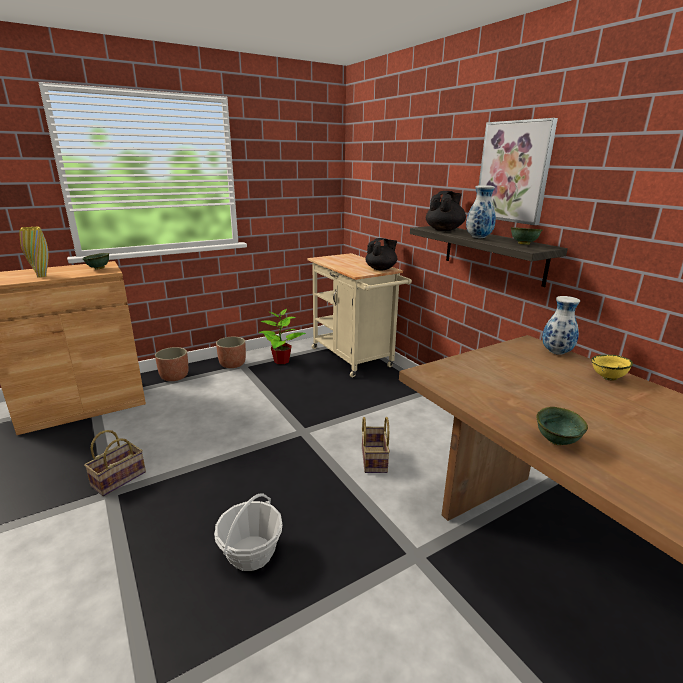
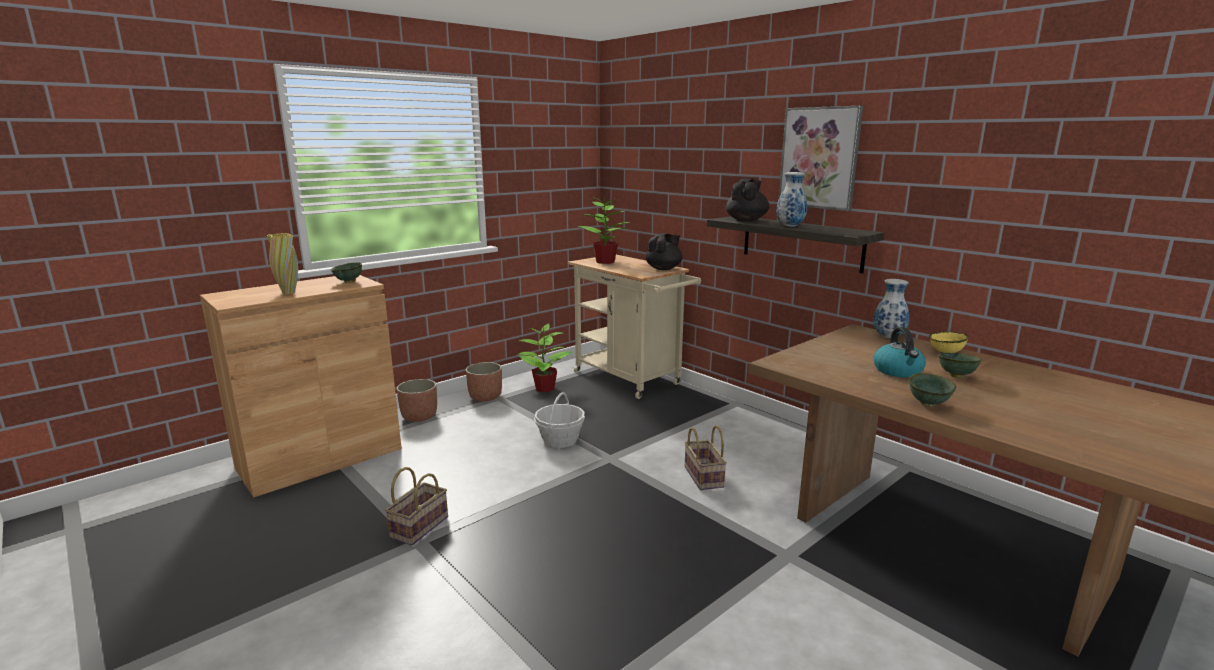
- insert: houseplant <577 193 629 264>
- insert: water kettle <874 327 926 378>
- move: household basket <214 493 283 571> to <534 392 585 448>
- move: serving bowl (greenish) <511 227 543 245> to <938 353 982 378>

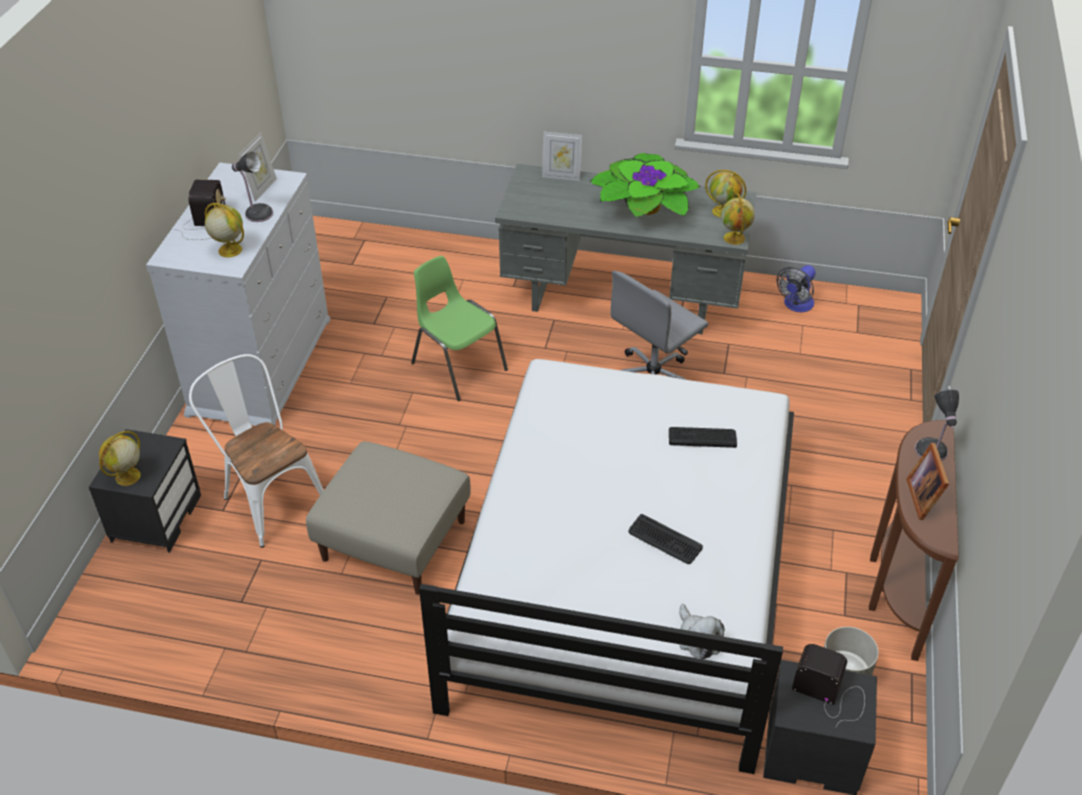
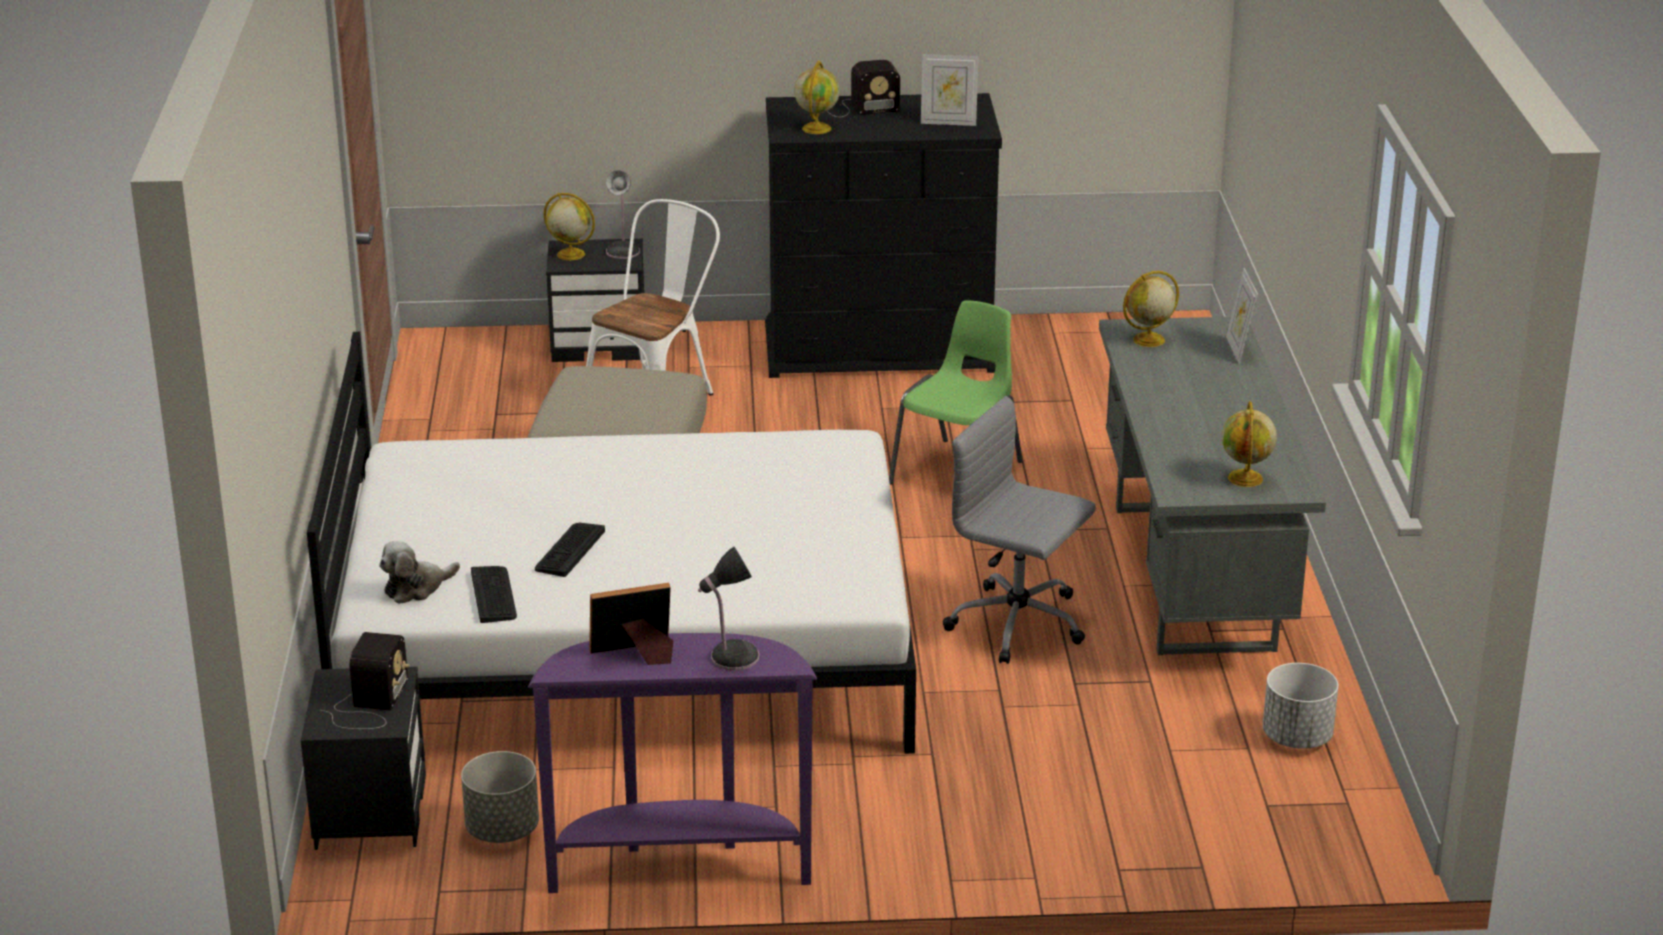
- delete: houseplant <590 153 700 218>
- move: tabletop lamp <232 152 273 222> to <606 170 640 259>
- move: computer keyboard <669 427 737 448> to <471 566 517 623>
- move: desk globe <721 193 755 245> to <1123 271 1179 347>
- replace: cooling fan <776 265 815 312> to flower pot (whitish) <1263 663 1338 749>
- recolor: chest of drawers (whitish) <146 162 331 426> to chest of drawers (blackish) <765 93 1002 378>
- recolor: narrow table (brown-coloured) <869 420 958 661> to narrow table (purplish) <528 633 817 893>

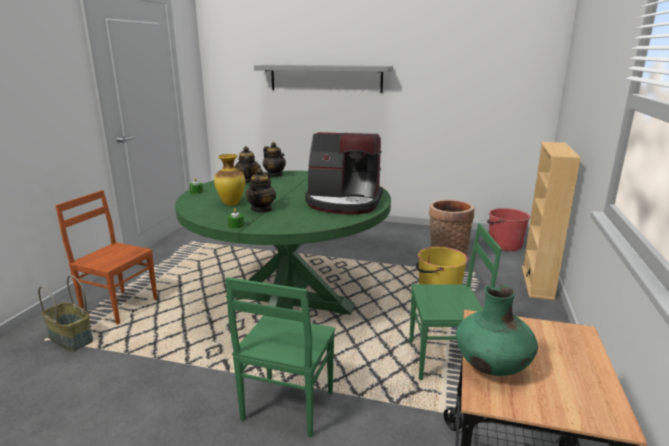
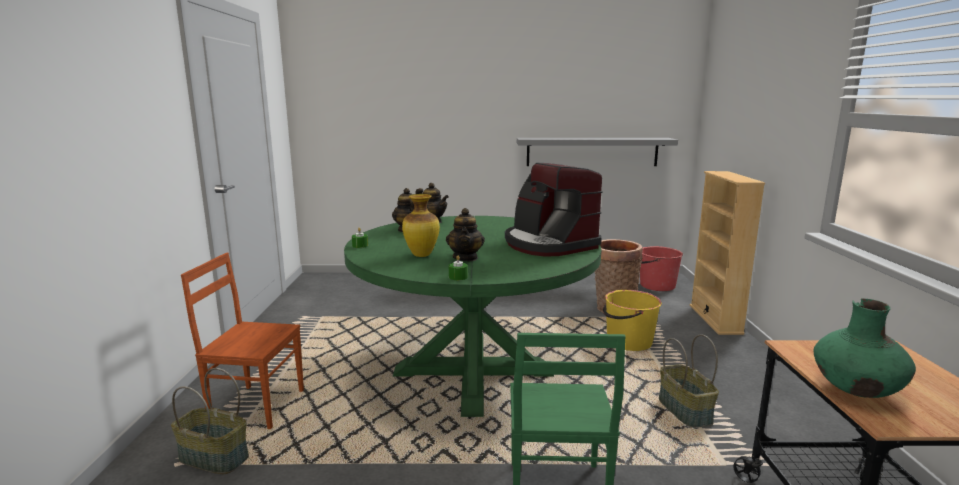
- move: bracket shelf (grey) <254 65 393 93> to <517 138 678 166>
- replace: plain chair (greenish) <410 223 502 380> to household basket <659 334 719 428>
- rotate: coffee brewer <305 132 383 214> = <505 163 603 257> 60 degrees clockwise

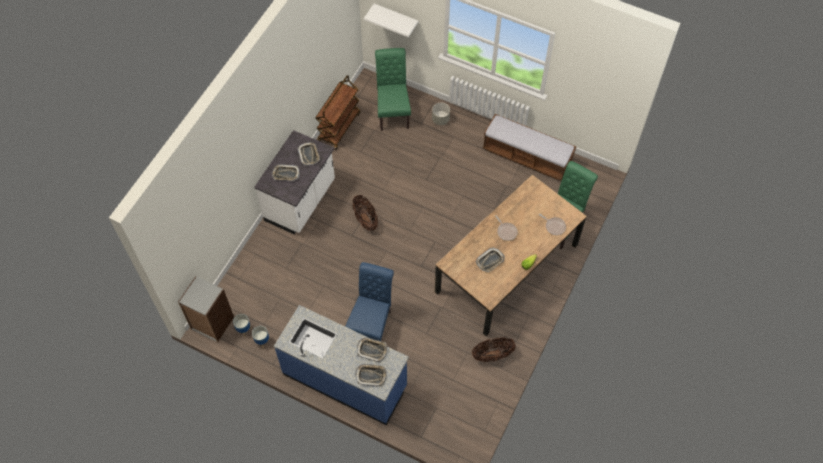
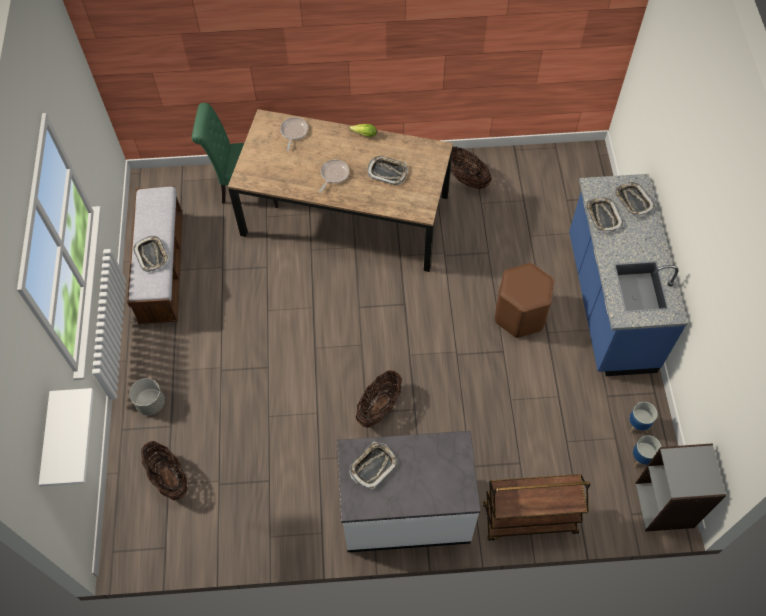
- move: carrying tray <272 164 300 181> to <133 236 169 272>
- move: trolley (brown-coloured) <315 75 360 150> to <483 474 590 541>
- replace: plain chair (bluish) <345 262 394 341> to stool (brown-coloured) <495 263 554 338>
- replace: plain chair (greenish) <375 48 411 131> to household basket <141 441 187 501>

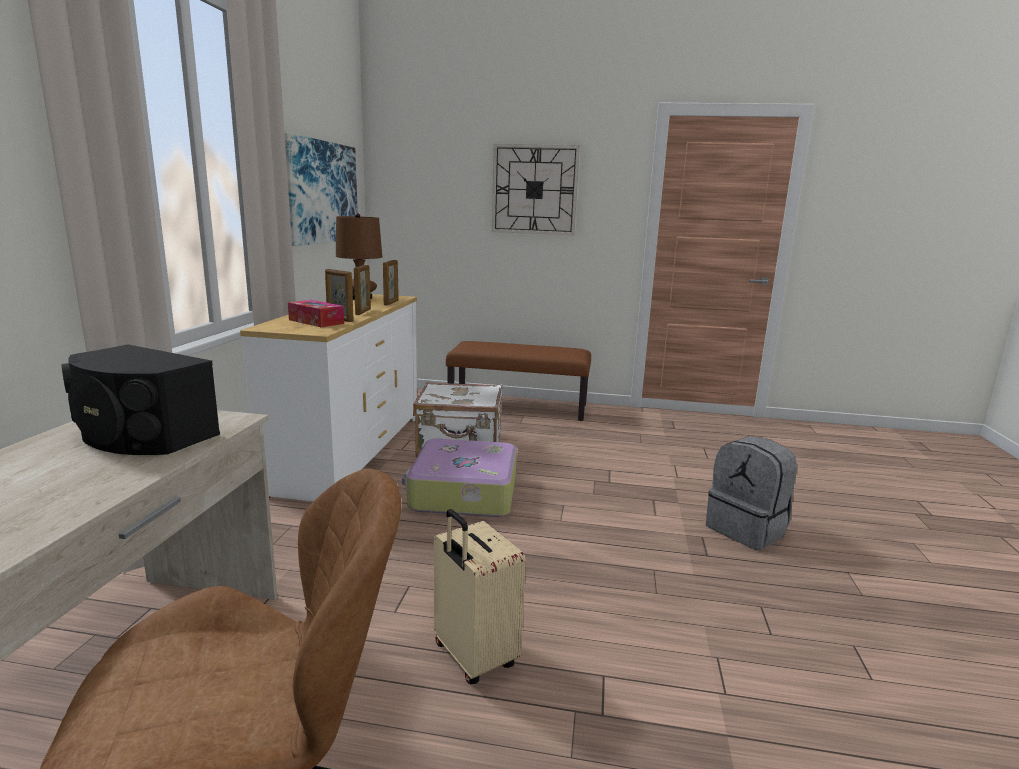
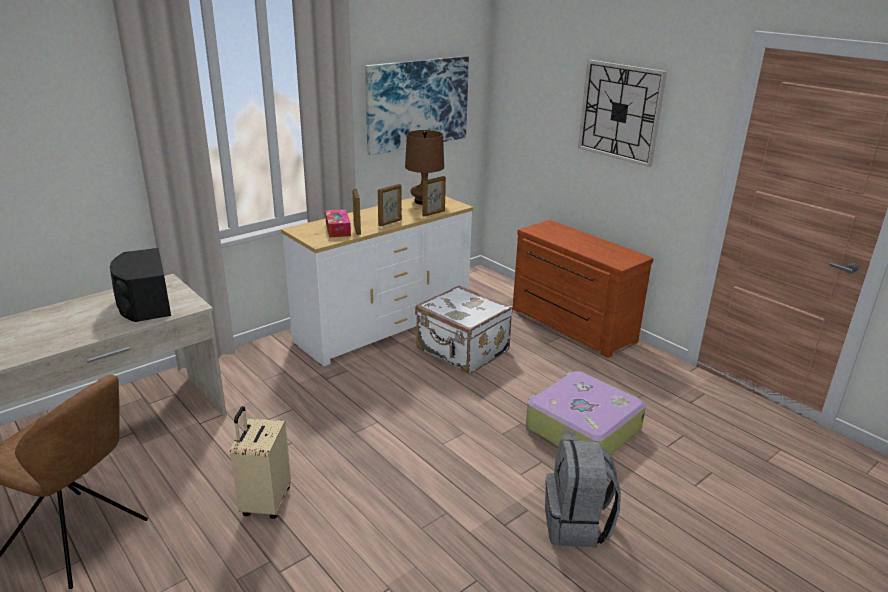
- move: suitcase <402 439 517 517> to <526 371 646 455>
- replace: indoor bench (brown-coloured) <446 341 591 421> to chest of drawers (brown-coloured) <513 220 653 358>

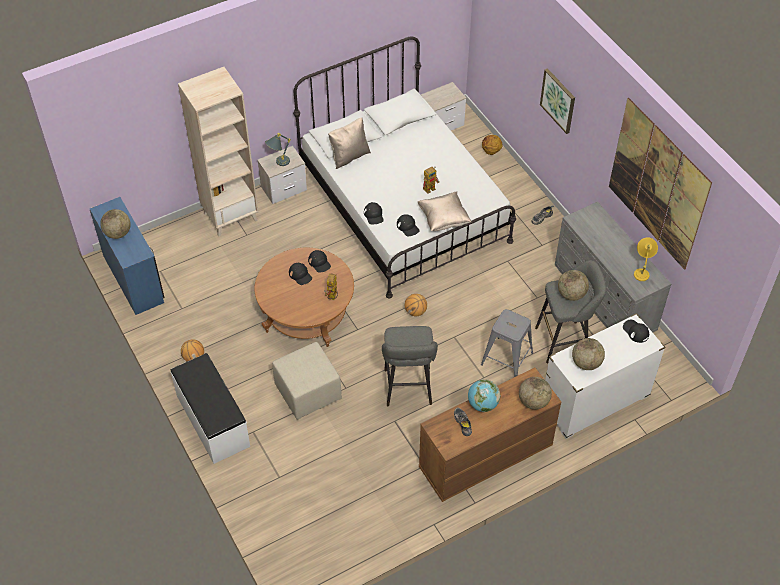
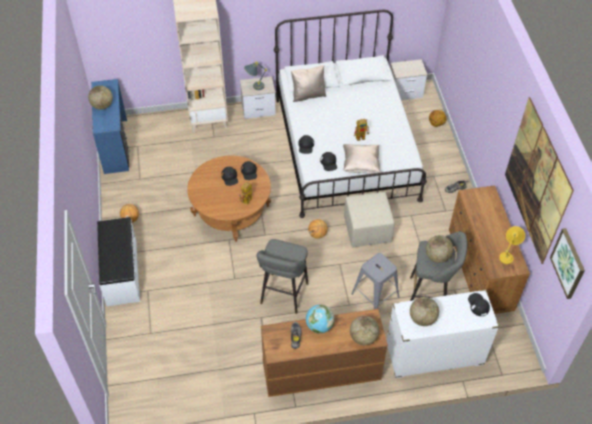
- move: pouffe (beige) <272 342 342 420> to <344 192 395 248>
- move: wall art <540 68 575 134> to <550 228 585 299>
- recolor: chest of drawers (grey) <555 202 671 332> to chest of drawers (brown-coloured) <449 185 530 314>

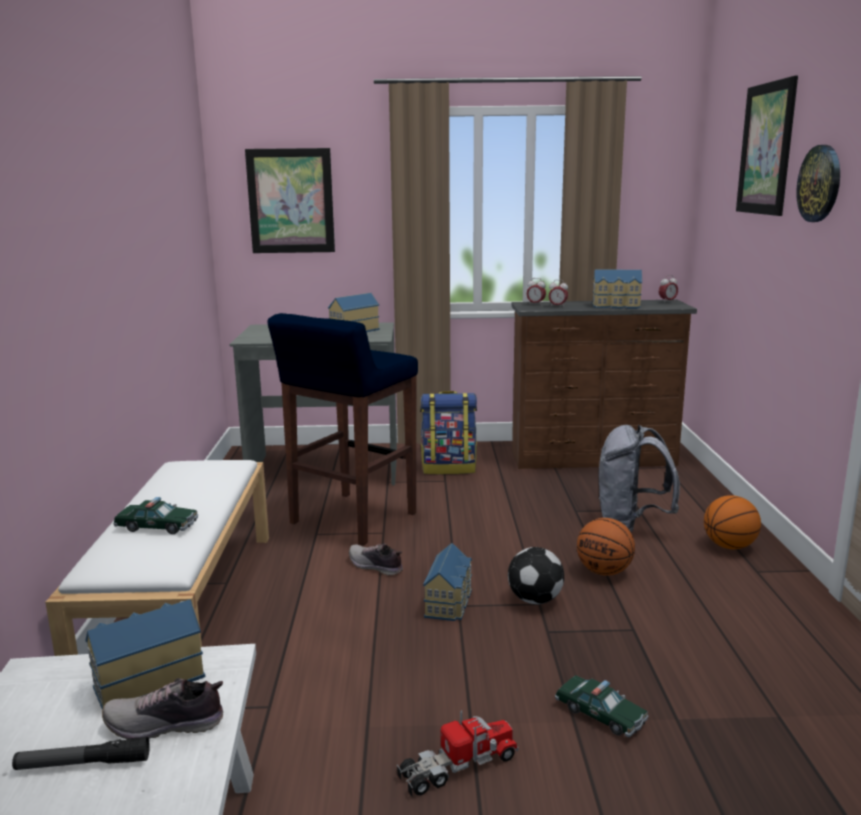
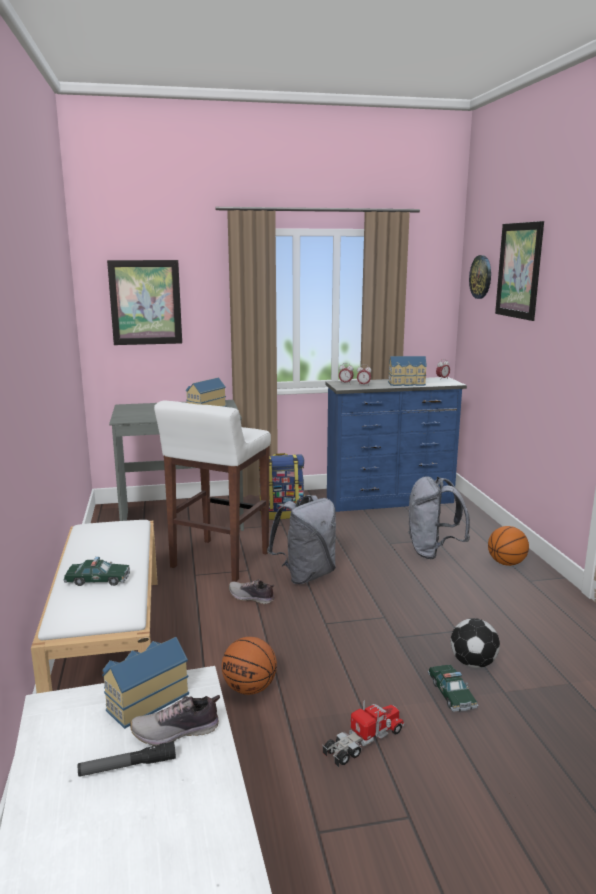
- delete: toy house <423 543 472 621>
- insert: backpack (grey) <267 495 336 584>
- move: football <508 547 564 604> to <450 618 500 668>
- move: basketball ball <577 518 635 576> to <222 637 277 695>
- move: wall clock <796 145 840 222> to <469 255 491 299>
- recolor: stool (bluish) <268 313 418 546> to stool (whitish) <154 400 271 582>
- recolor: chest of drawers (brown-coloured) <511 300 697 469> to chest of drawers (bluish) <325 377 467 512>
- rotate: miniature car <555 675 648 737> = <428 665 478 712> 45 degrees clockwise

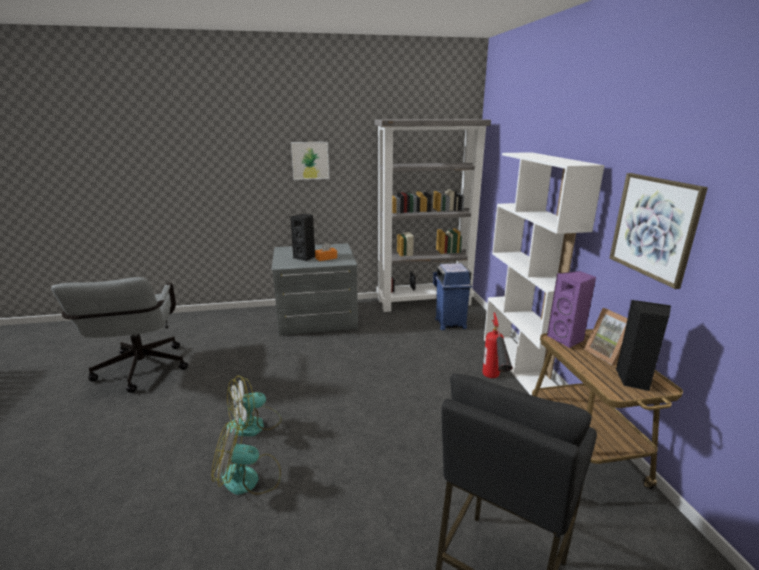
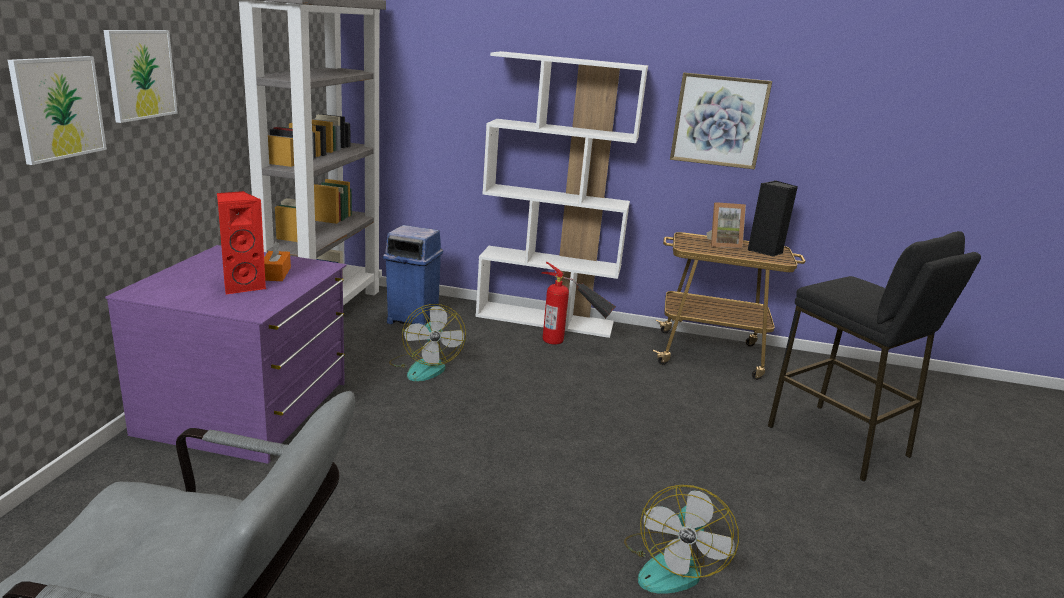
- delete: audio speaker (purplish) <547 271 596 348>
- insert: wall art <8 56 107 165>
- move: cooling fan <227 376 282 436> to <389 304 466 381>
- recolor: chest of drawers (grey) <271 243 358 336> to chest of drawers (purplish) <105 245 346 464>
- recolor: audio speaker (blackish) <290 214 315 261> to audio speaker (reddish) <217 191 266 294>

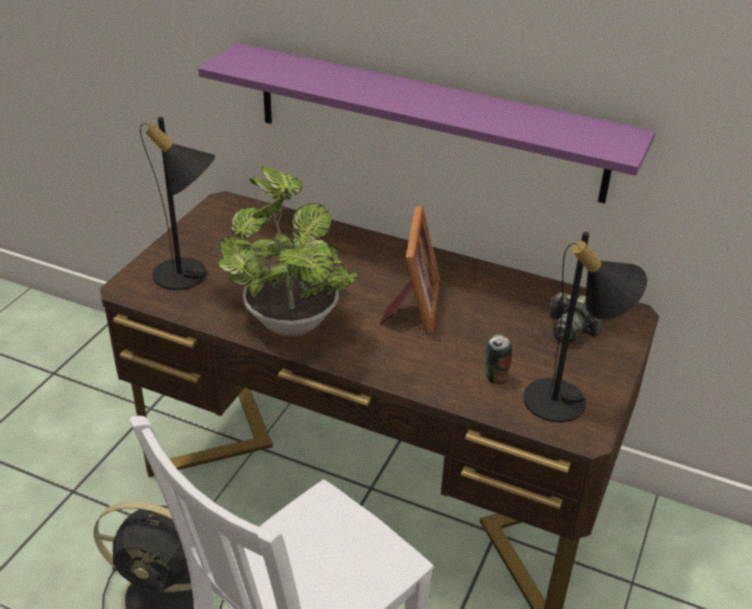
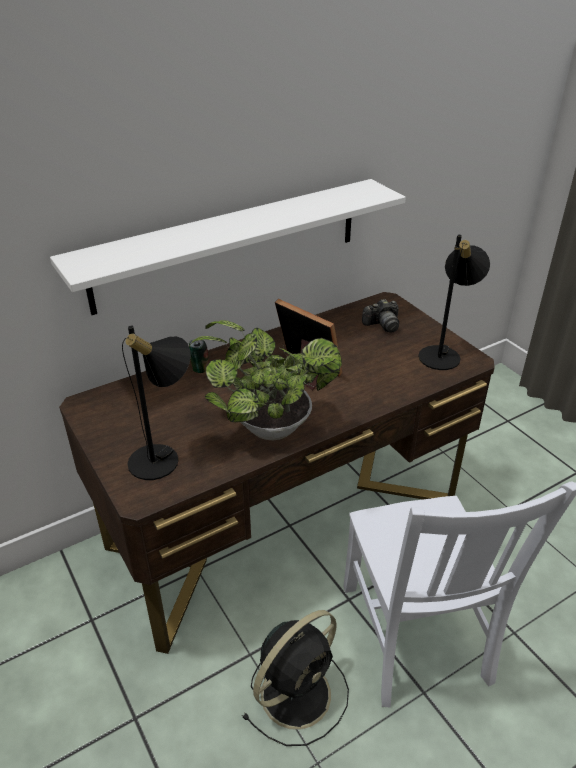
- move: sealed can <486 335 512 384> to <189 340 209 373>
- recolor: bracket shelf (purplish) <198 43 655 204> to bracket shelf (whitish) <50 179 406 315>

